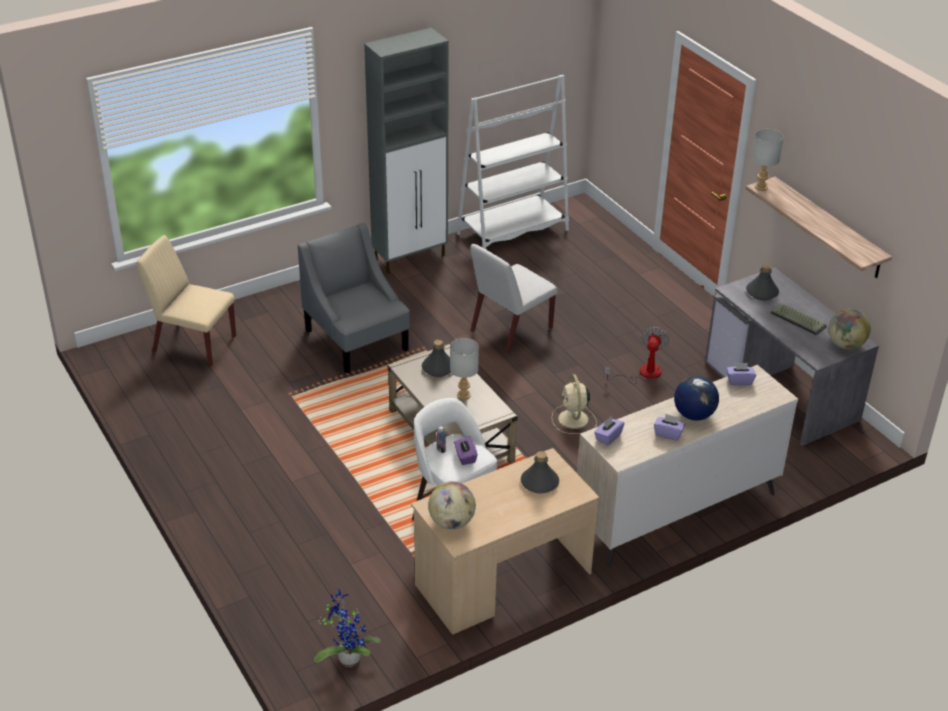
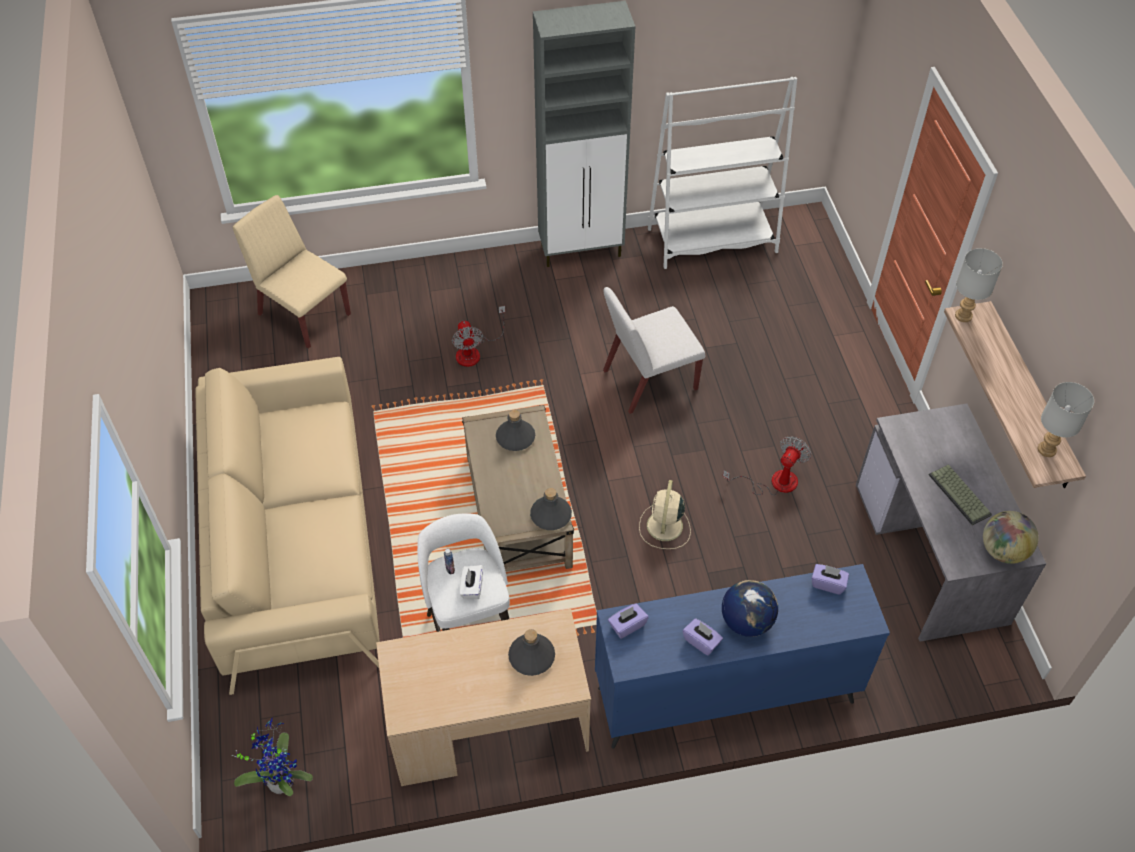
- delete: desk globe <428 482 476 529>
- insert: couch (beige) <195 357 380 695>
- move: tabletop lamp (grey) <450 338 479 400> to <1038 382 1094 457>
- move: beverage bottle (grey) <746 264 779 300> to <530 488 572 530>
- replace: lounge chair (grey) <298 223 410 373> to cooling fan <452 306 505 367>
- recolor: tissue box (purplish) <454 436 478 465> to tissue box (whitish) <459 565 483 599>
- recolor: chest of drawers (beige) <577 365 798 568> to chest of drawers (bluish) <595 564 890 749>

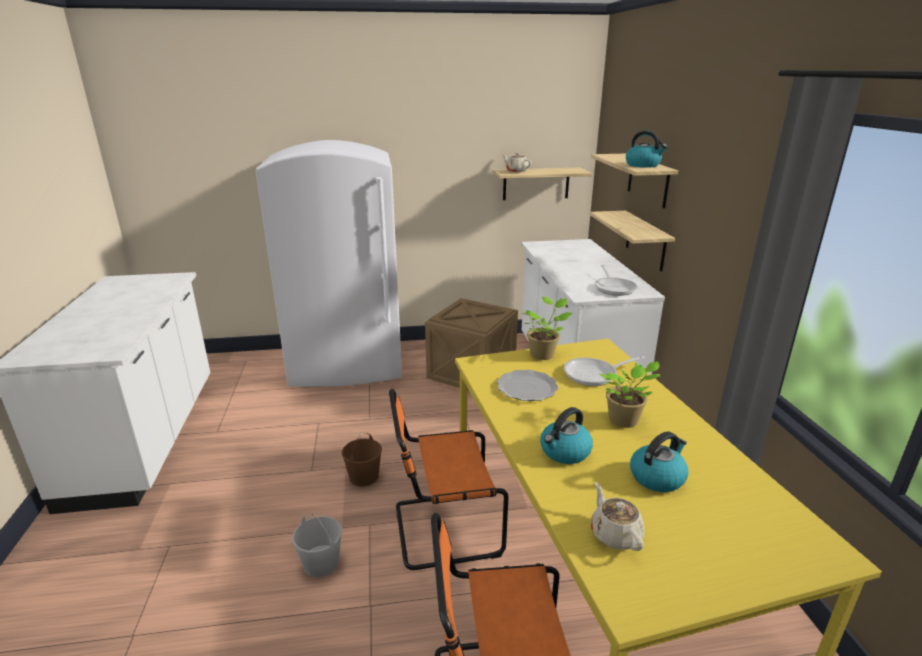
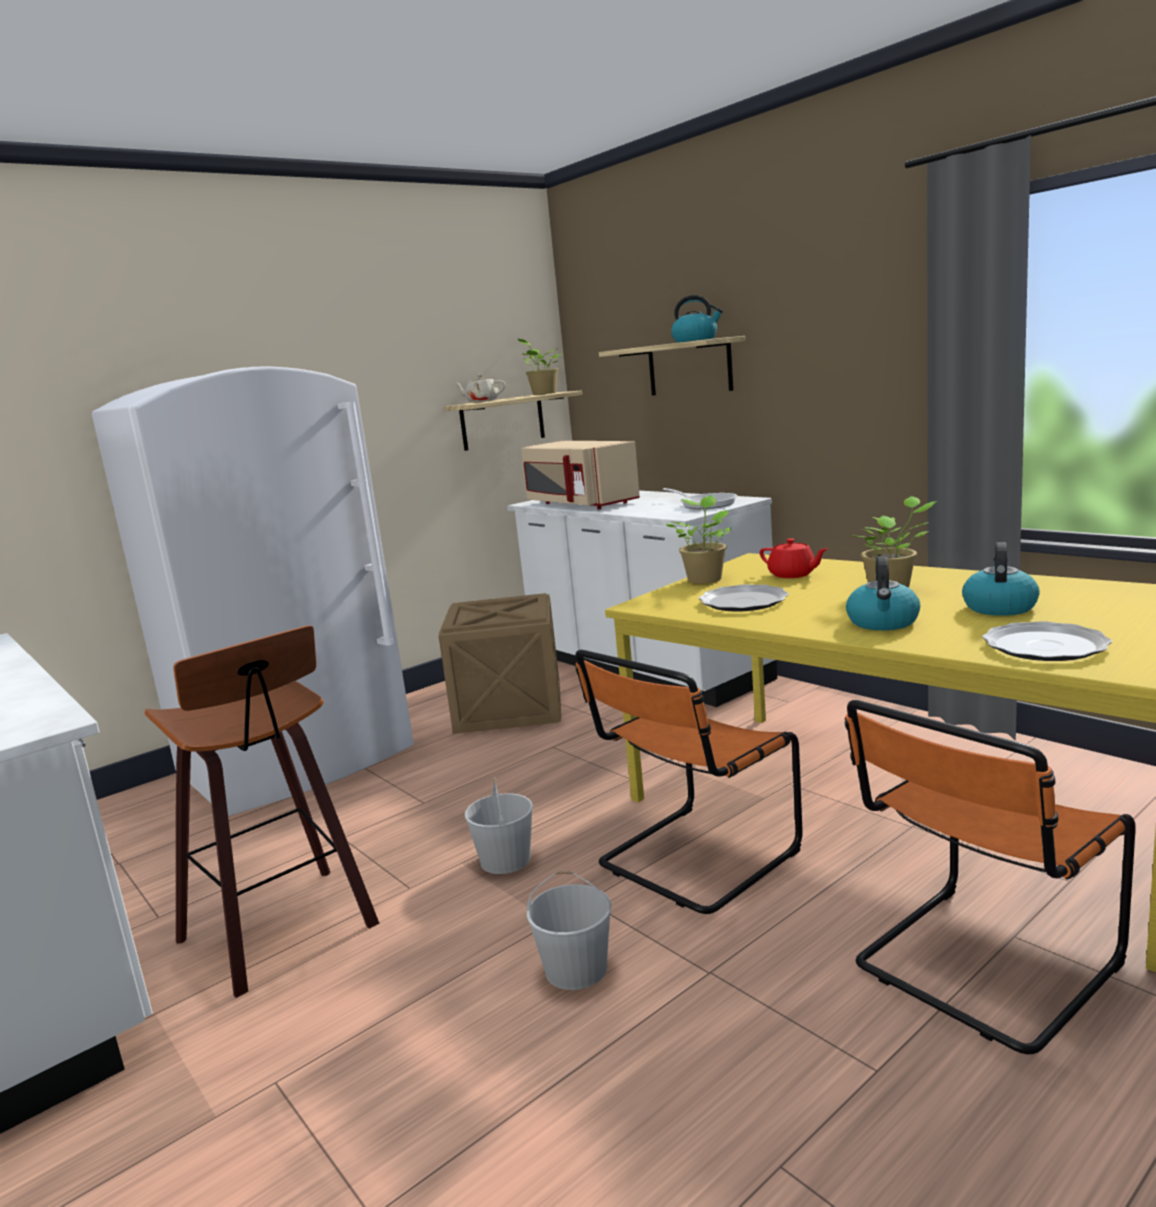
- delete: bracket shelf <590 211 675 272>
- insert: stool <145 625 379 998>
- insert: houseplant <518 339 562 395>
- insert: microwave (beige) <521 441 640 509>
- replace: frying pan <564 356 645 386> to tea pot (reddish) <760 538 828 578>
- replace: tea pot (beige) <591 482 644 551> to dinner plate <982 621 1112 661>
- recolor: water bucket (brown-coloured) <342 433 382 486> to water bucket (whitish) <464 777 533 874>

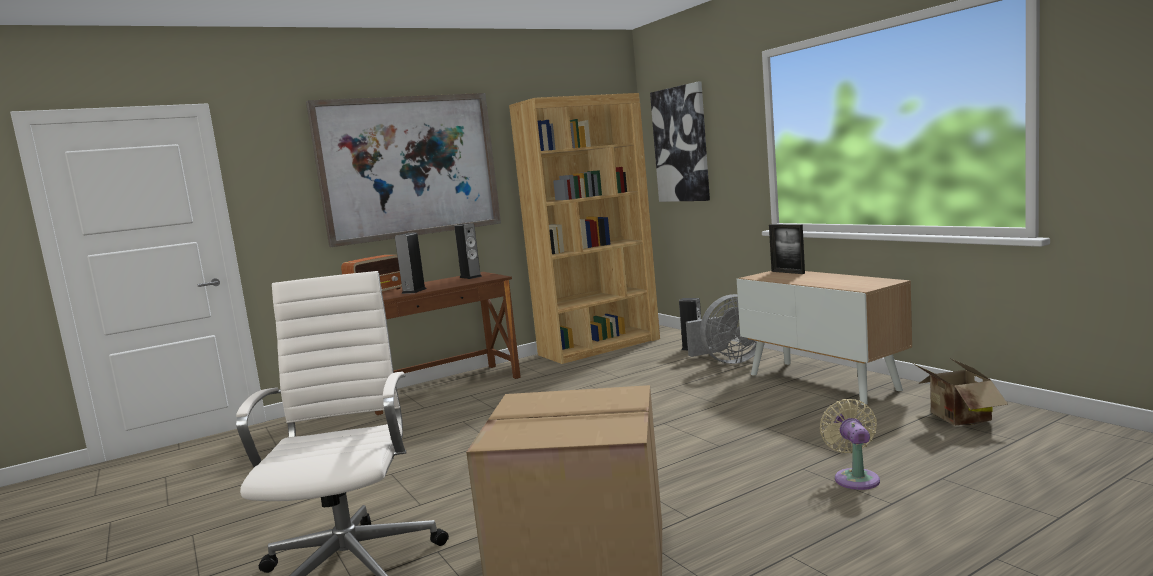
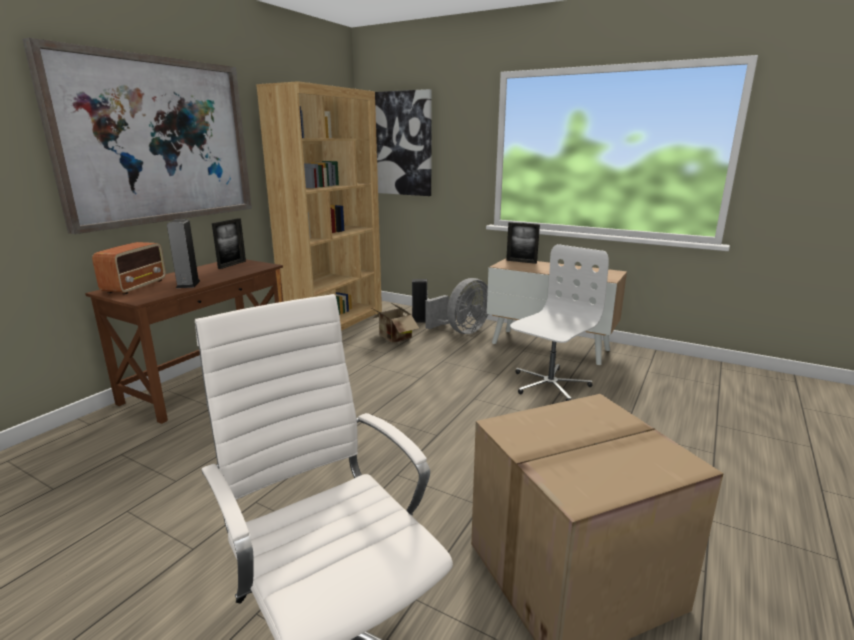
- delete: cooling fan (beige) <820 399 880 490>
- insert: desk chair (whitish) <510 244 609 401>
- move: carton <914 358 1008 426> to <370 302 419 343>
- replace: audio speaker <454 223 482 279> to photo frame <212 218 246 269>

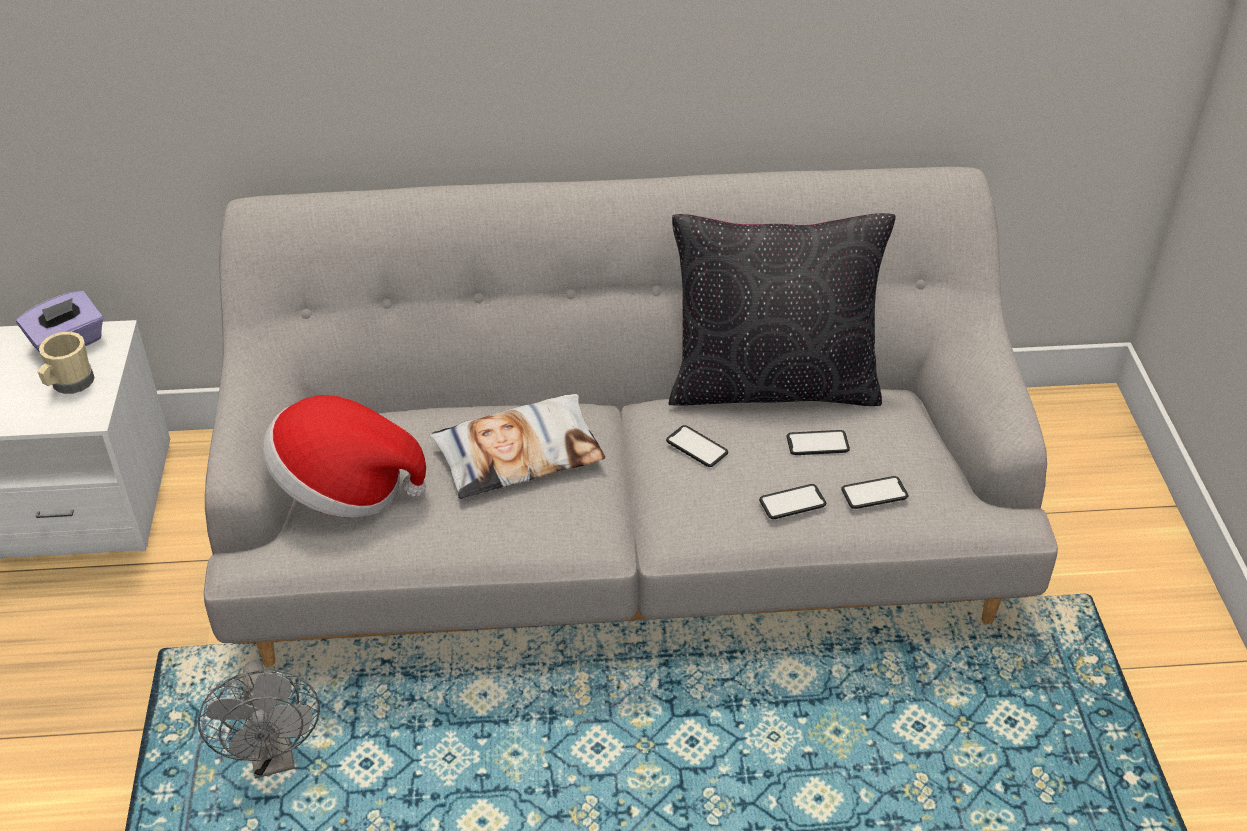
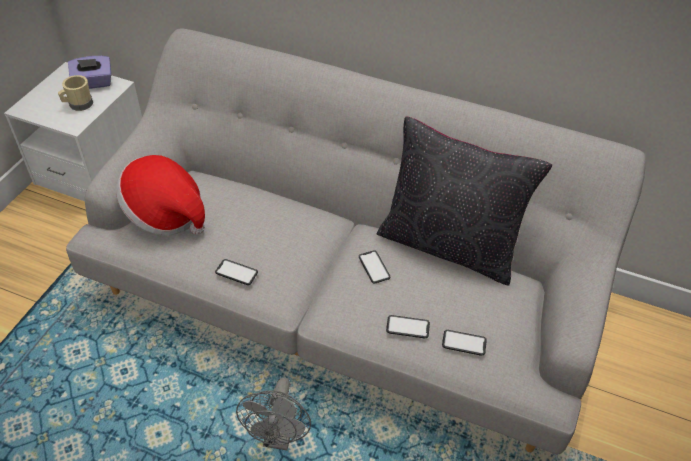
- delete: throw pillow <430 394 605 499>
- move: cooling fan (grey) <198 660 320 778> to <236 377 311 450>
- move: handset <786 430 850 455> to <215 259 258 285>

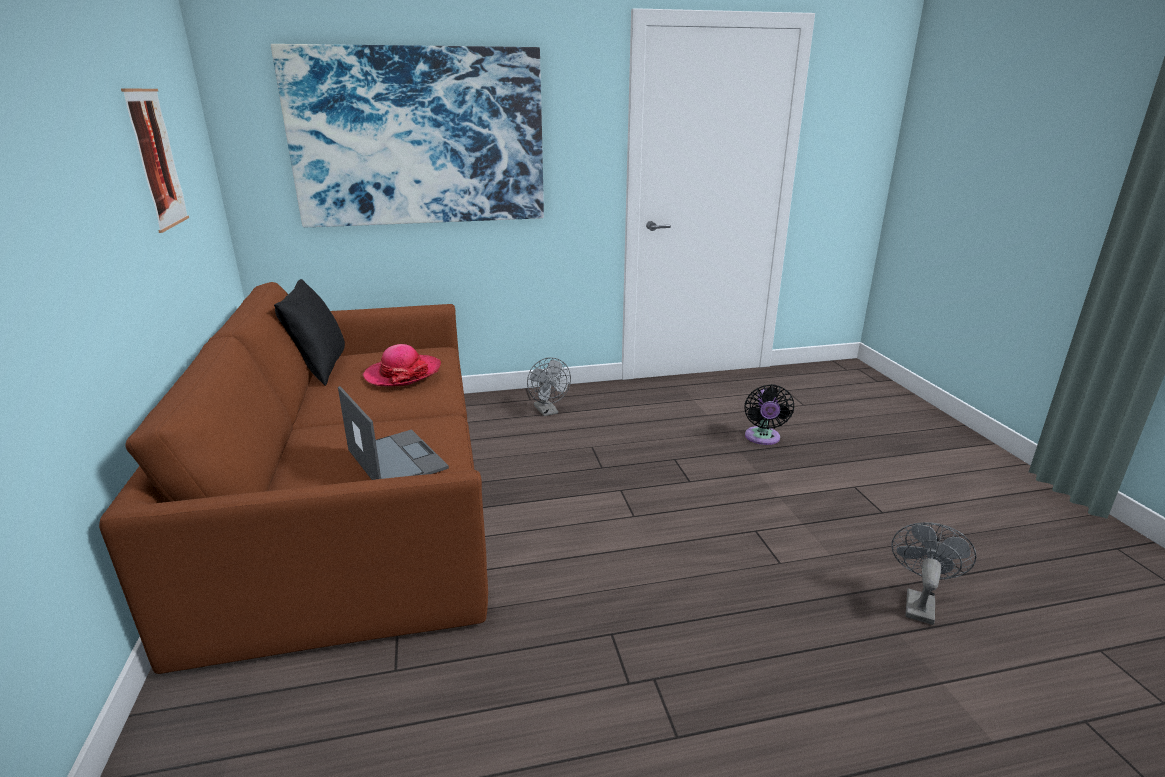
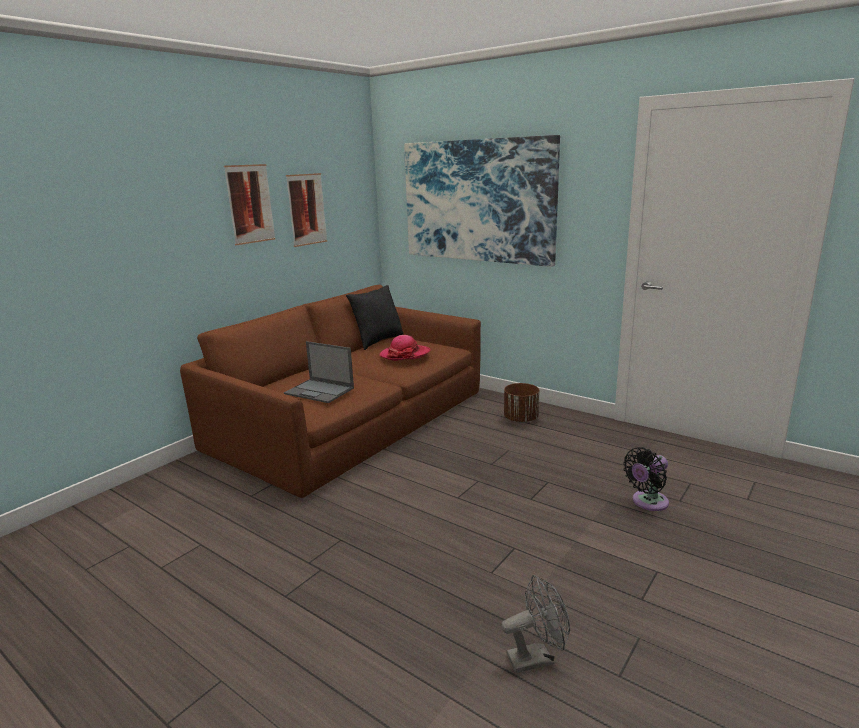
- insert: wall art <224 164 275 245>
- replace: cooling fan (grey) <527 357 571 416> to flower pot (brown-coloured) <504 383 539 423>
- rotate: laptop <338 386 449 480> = <284 341 354 403> 105 degrees clockwise

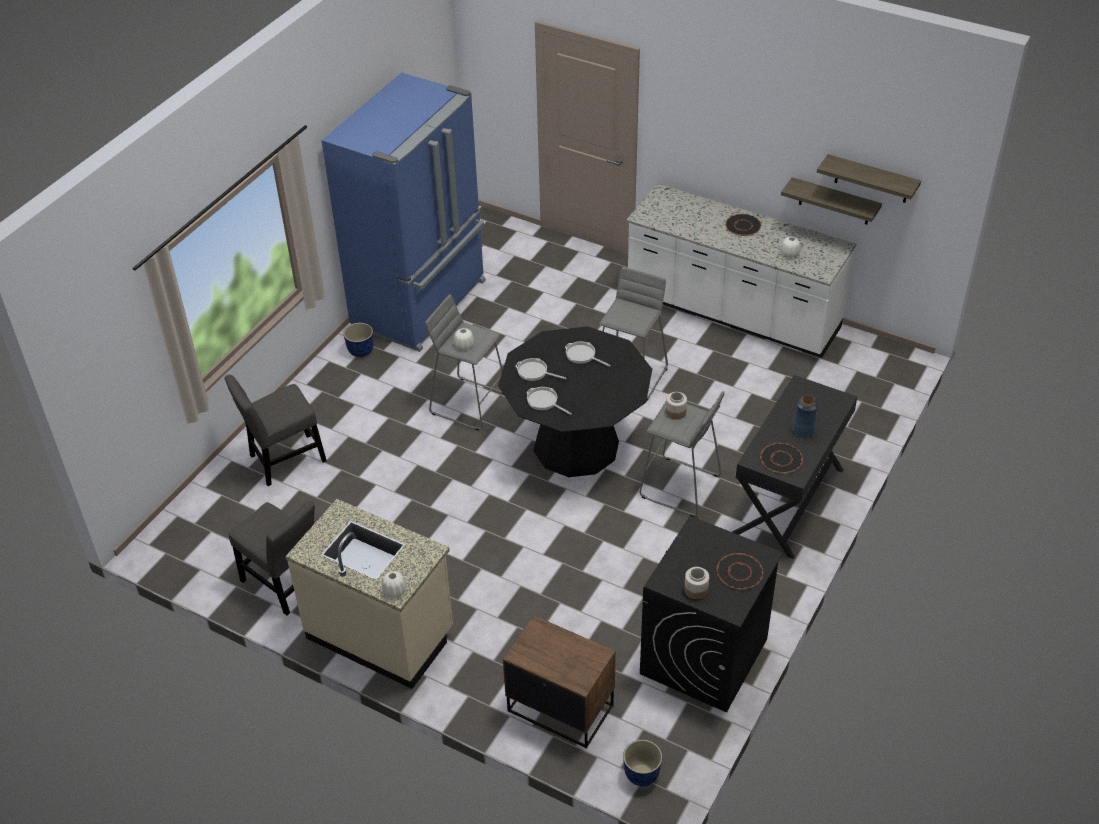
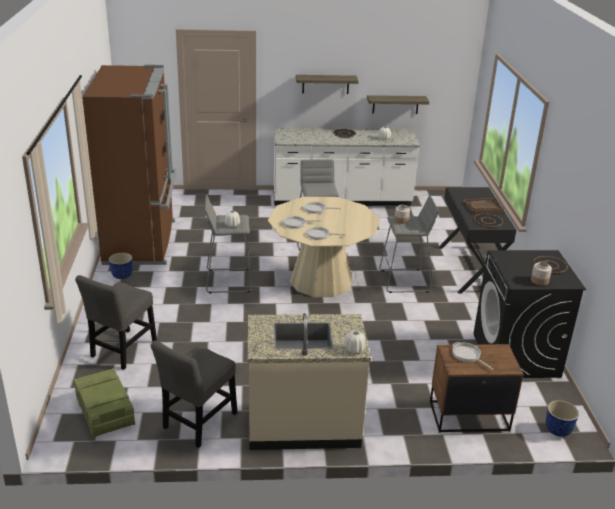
- insert: packing crate <74 368 135 437>
- insert: frying pan <453 342 493 370>
- move: bracket shelf <817 154 921 203> to <296 75 359 94>
- replace: decorative vase (bluish) <792 395 818 438> to carrying tray (brown-coloured) <463 198 504 214>
- recolor: fridge (bluish) <321 72 486 352> to fridge (brown-coloured) <82 65 177 265>
- recolor: dining table (blackish) <498 327 652 477> to dining table (beige) <268 197 380 297>
- rotate: plain chair (grey) <229 501 315 615> = <151 341 237 448> 120 degrees clockwise

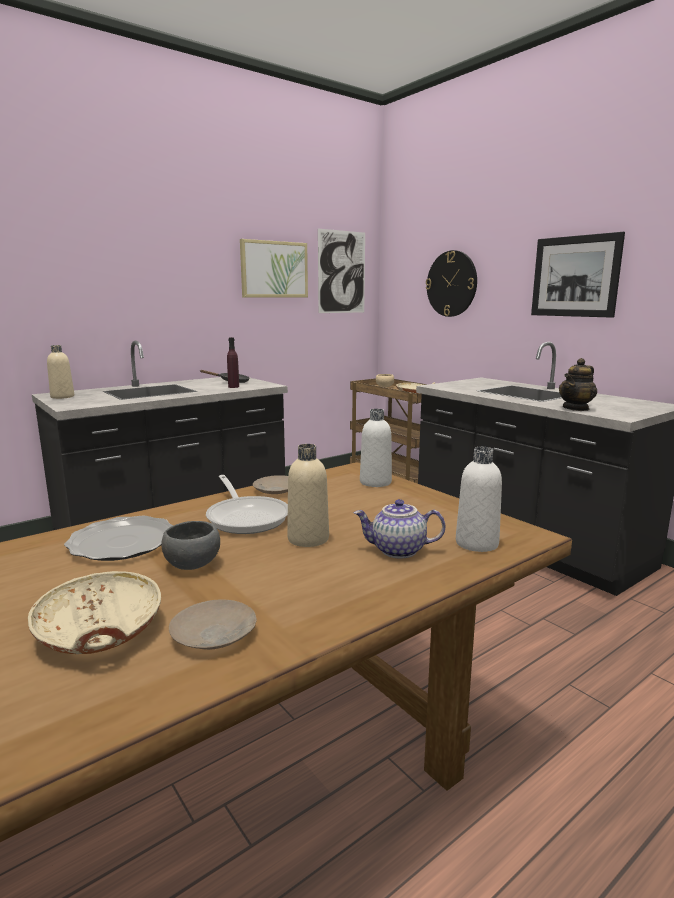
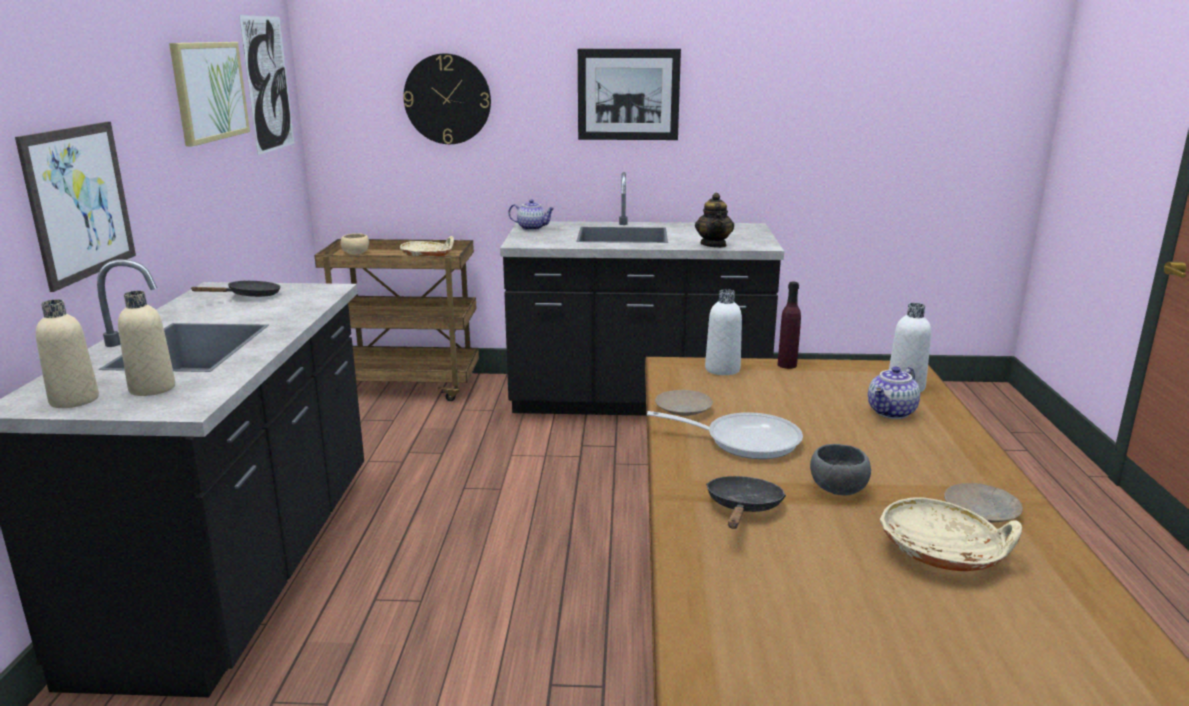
- insert: wall art <15 122 136 292>
- insert: tea pot <508 199 555 230>
- move: beverage bottle (purplish) <227 337 239 388> to <778 282 801 369>
- move: beverage bottle (beige) <287 444 329 547> to <118 291 175 396>
- replace: dinner plate <64 516 174 561> to frying pan (blackish) <706 476 786 529>

